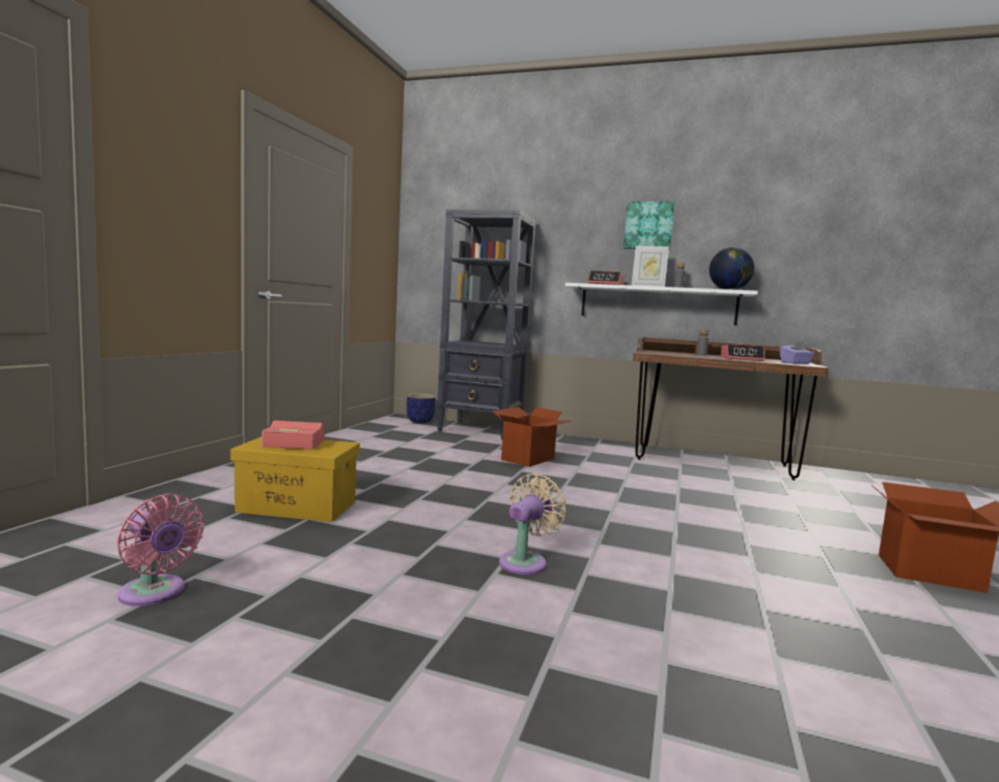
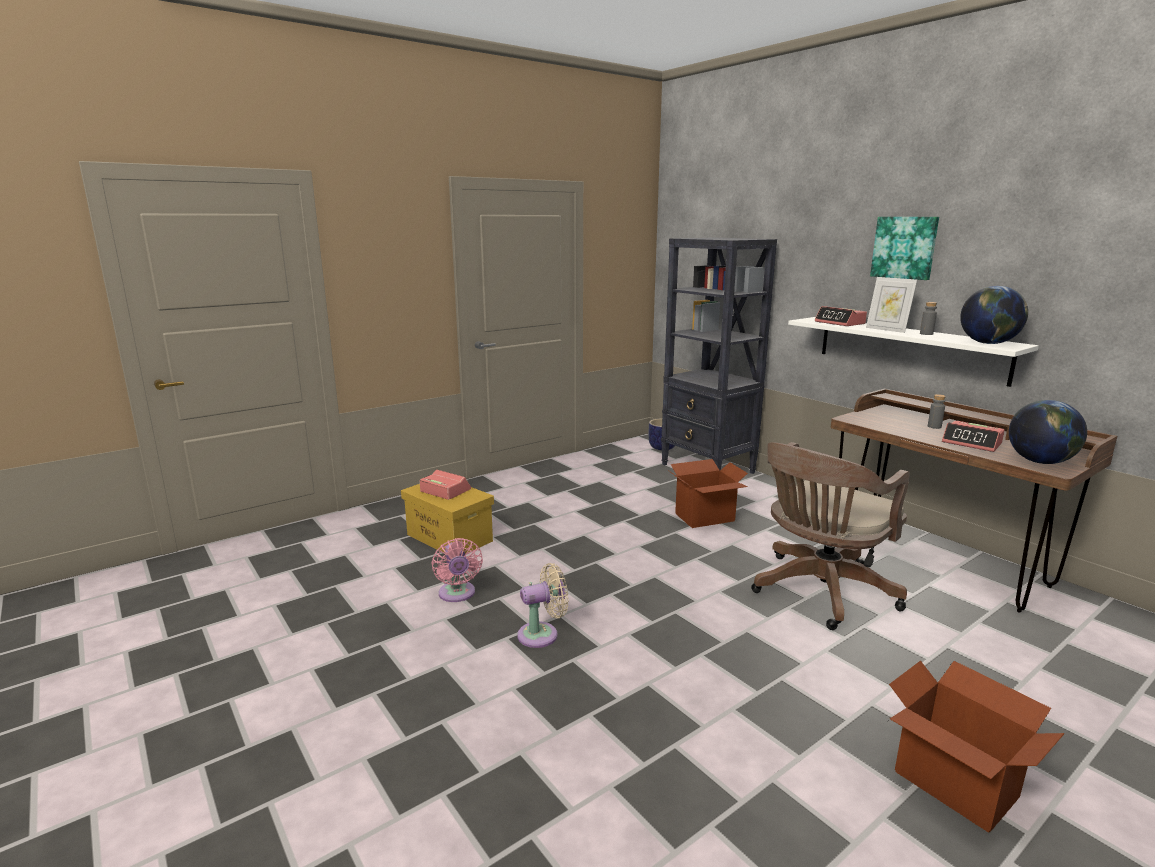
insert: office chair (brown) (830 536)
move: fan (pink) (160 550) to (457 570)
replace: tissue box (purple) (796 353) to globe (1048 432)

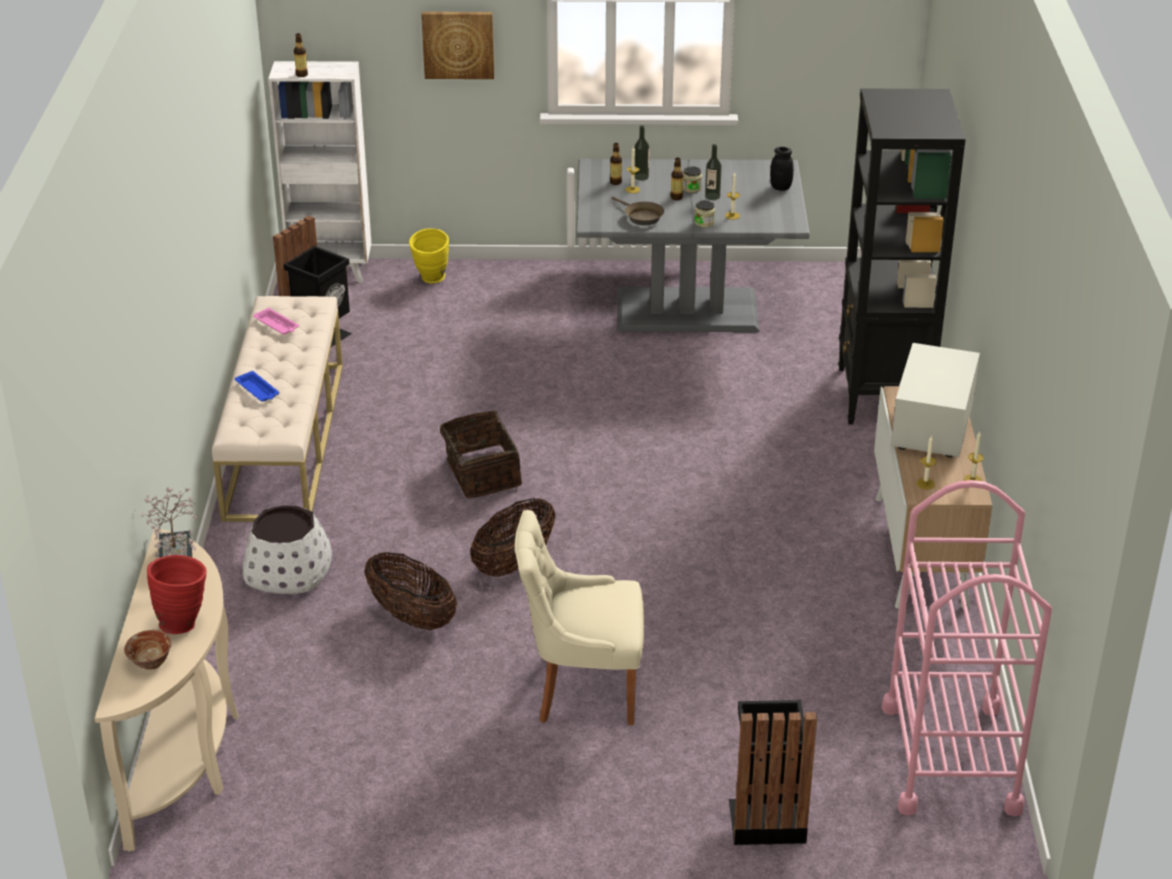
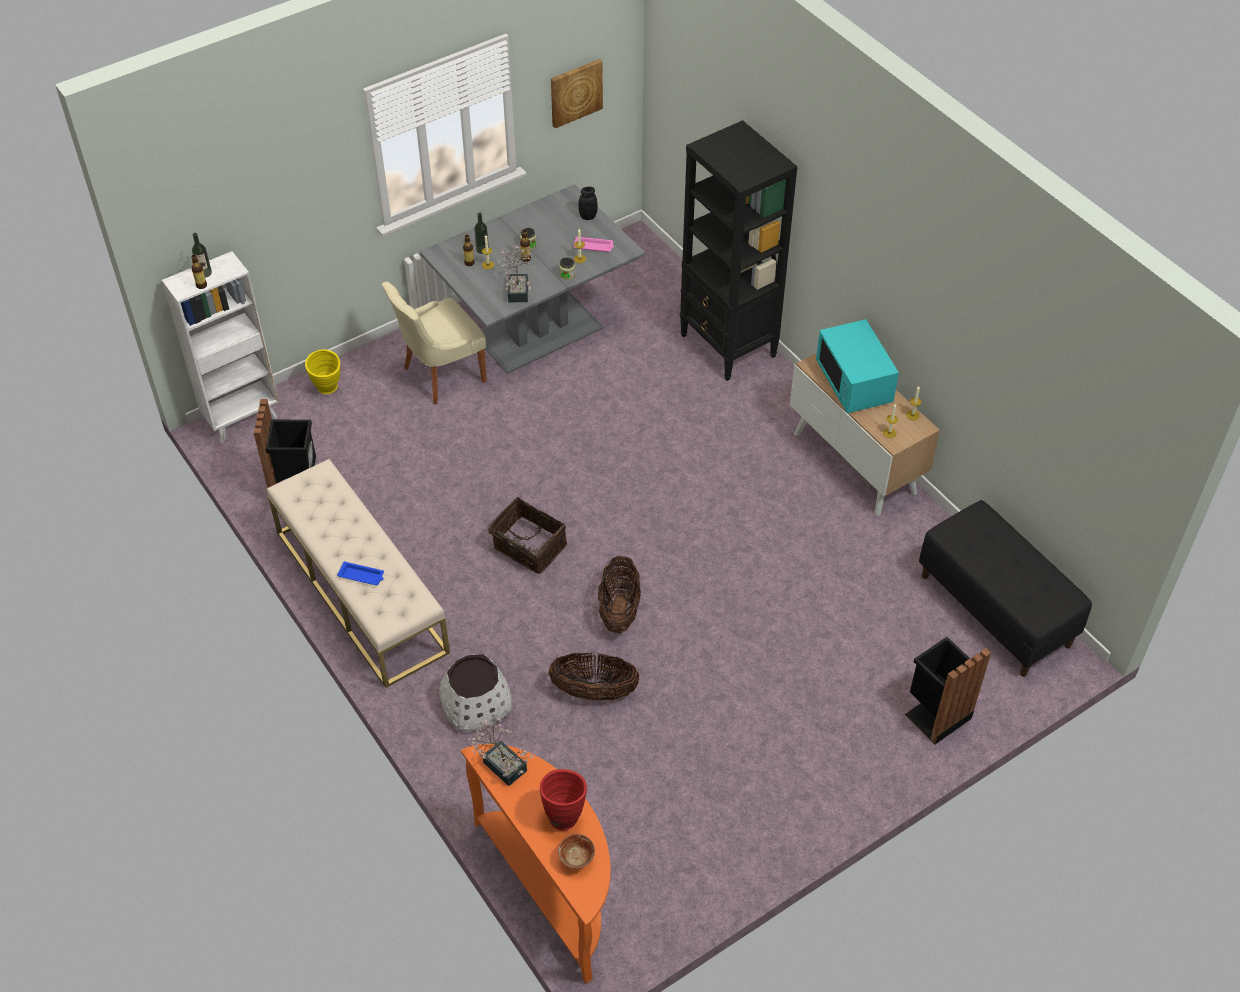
move: tray (pink) (276 321) to (593 244); picture (457 45) to (577 93); chair (beige) (579 617) to (434 342); bottle (713 172) to (202 255)
replace: frying pan (brown) (637 211) to potted plant (516 274); cart (pink) (966 648) to bench (black) (1005 588)
recolor: console table (beige) (167 690) to console table (orange) (536 863); microwave (white) (935 400) to microwave (turquoise) (857 366)

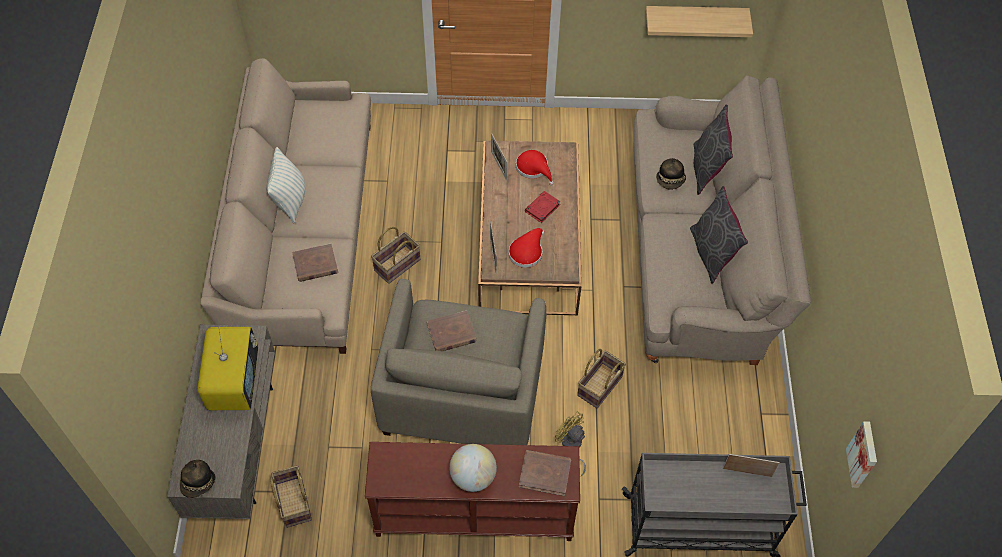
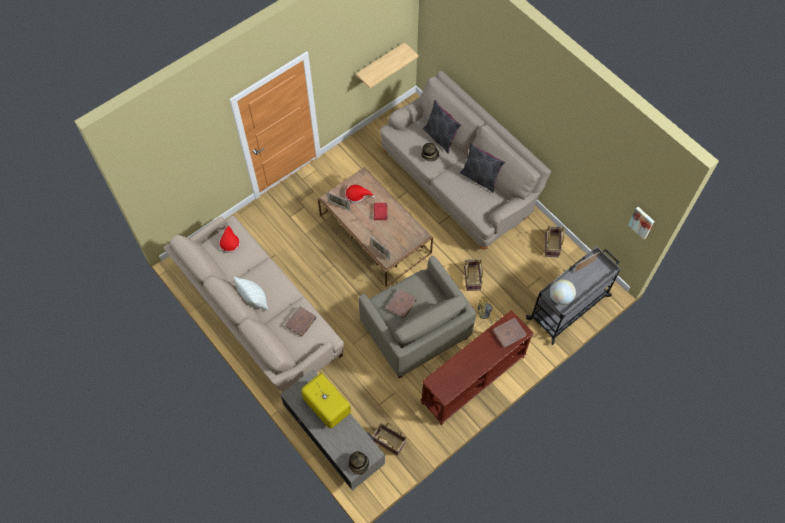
move: basket (395 255) to (555 241); globe (473 468) to (563 292); hat (red) (527 248) to (229 239)

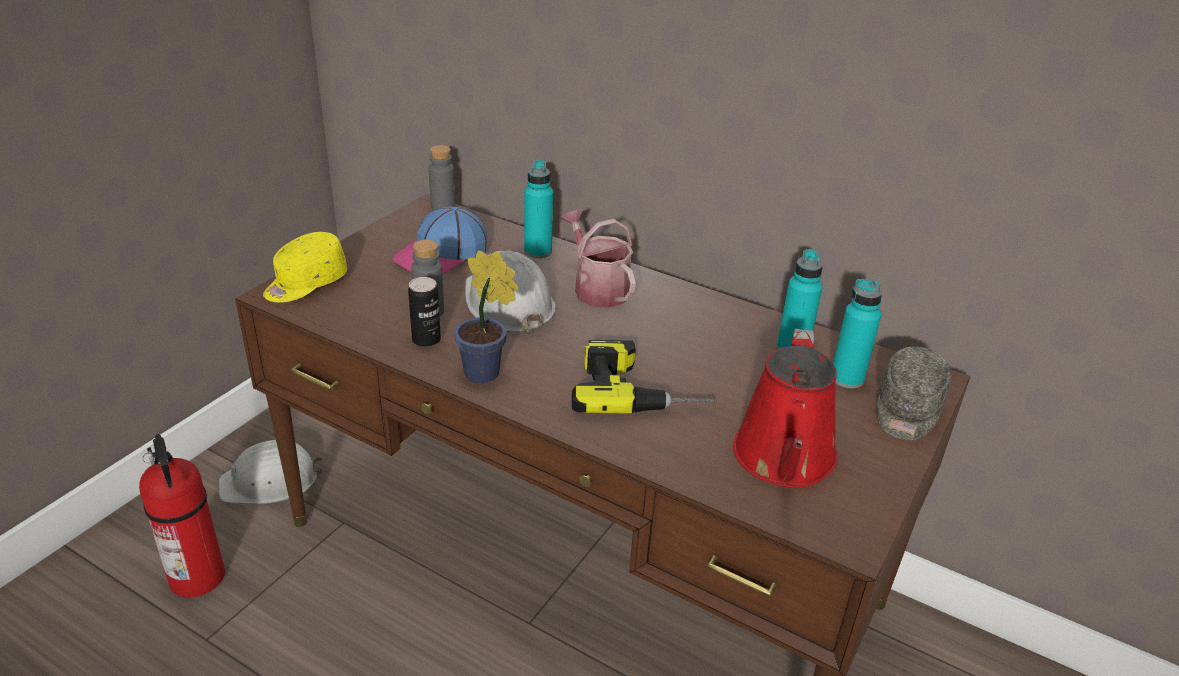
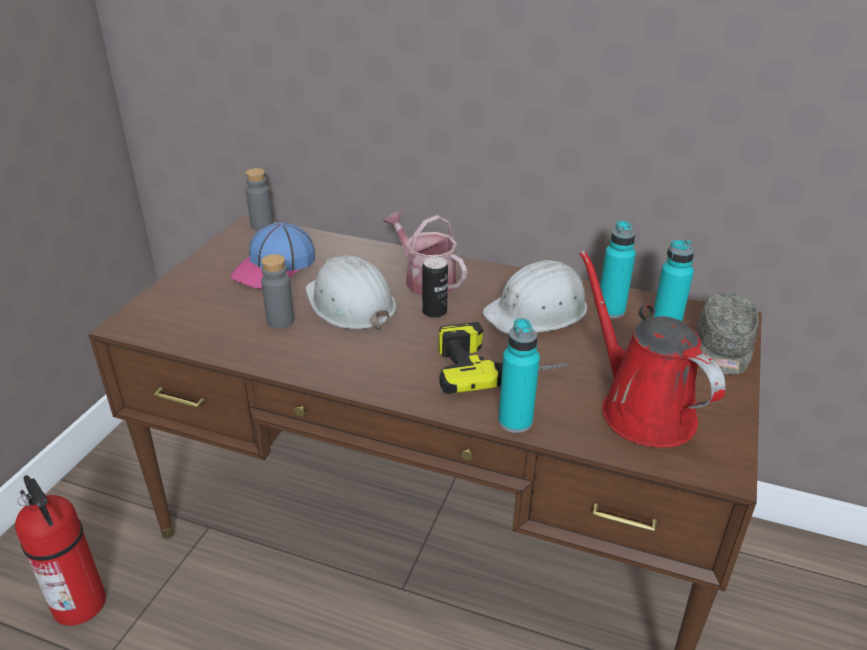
delete: cap (yellow) (305 267); potted plant (486 316)
move: hard hat (white) (270 472) to (534 297); can (424 312) to (435 287); bottle (turquoise) (538 209) to (519 375)
rotate: watering can (red) (785 408) = (652 349) 150 degrees clockwise

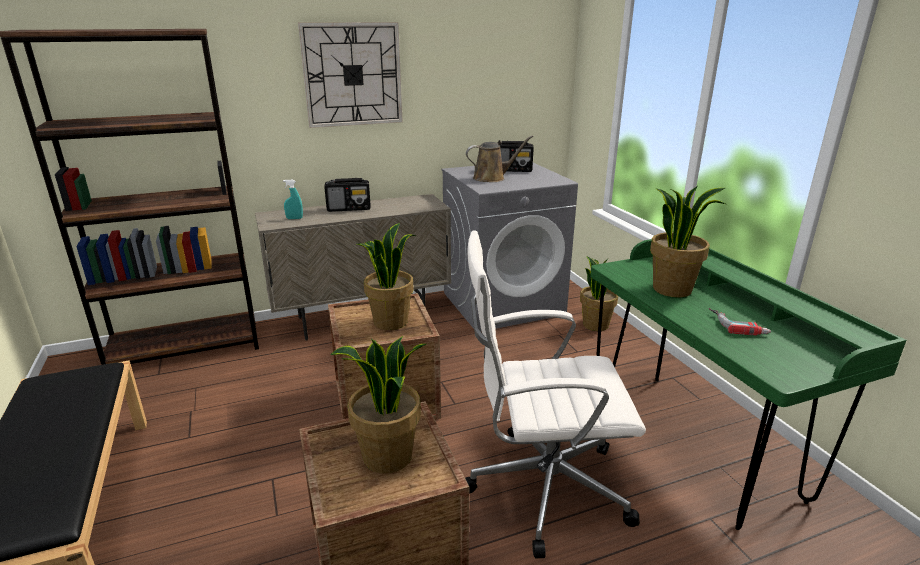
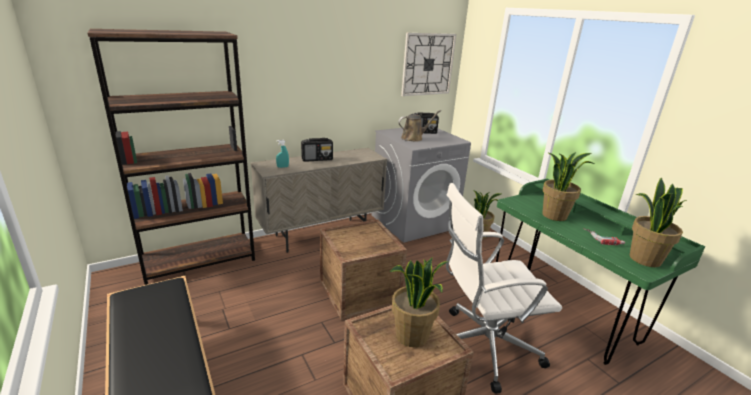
move: wall clock (350 75) to (428 64); potted plant (386 276) to (658 222)

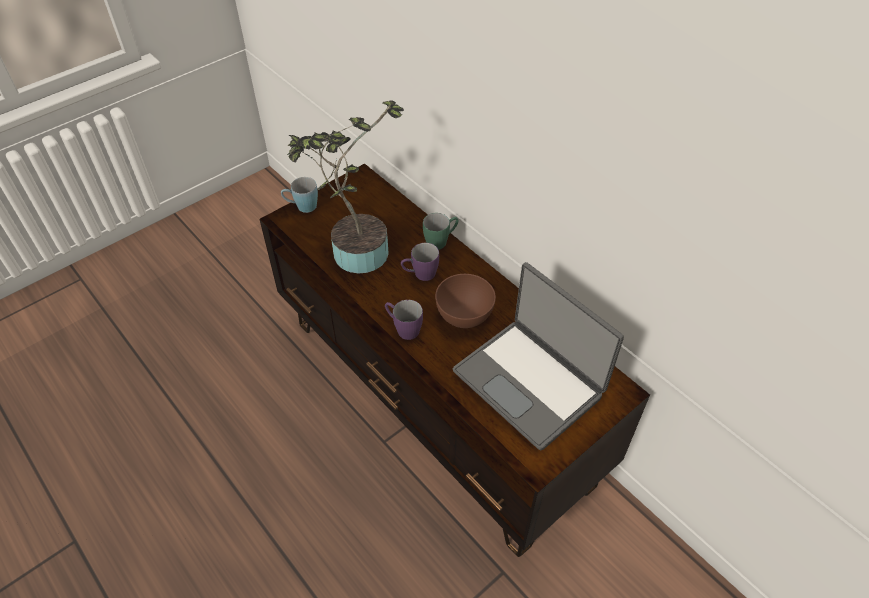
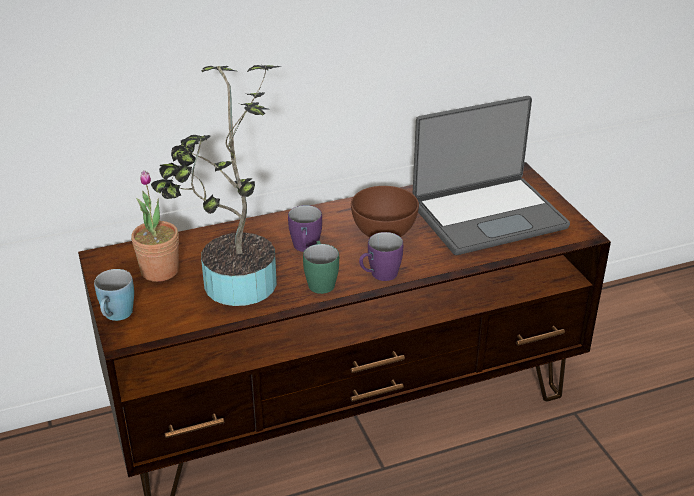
insert: potted plant (155 226)
move: mug (green) (441 231) to (321 267)

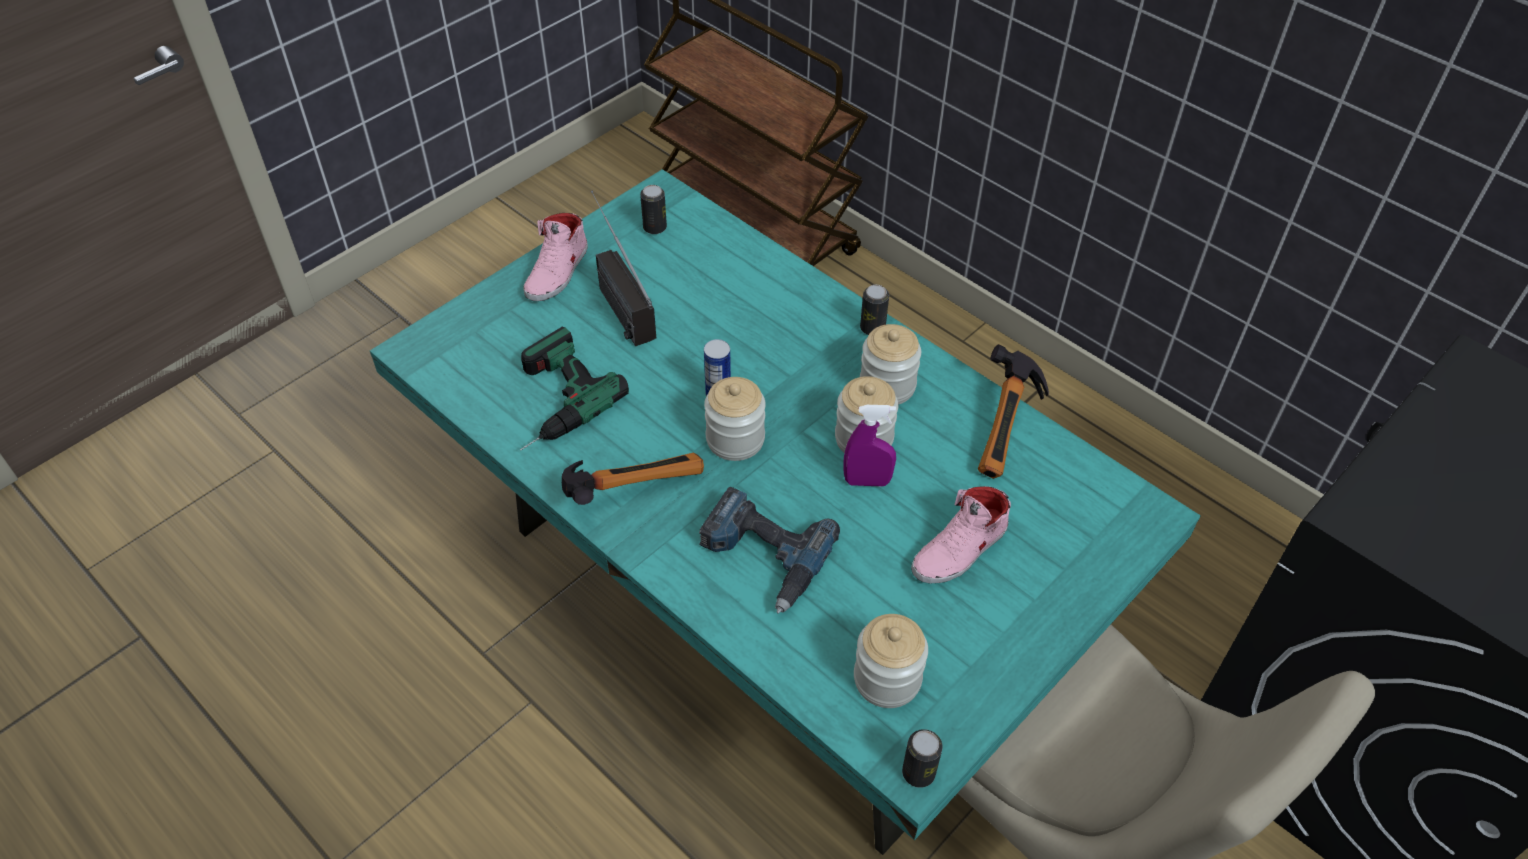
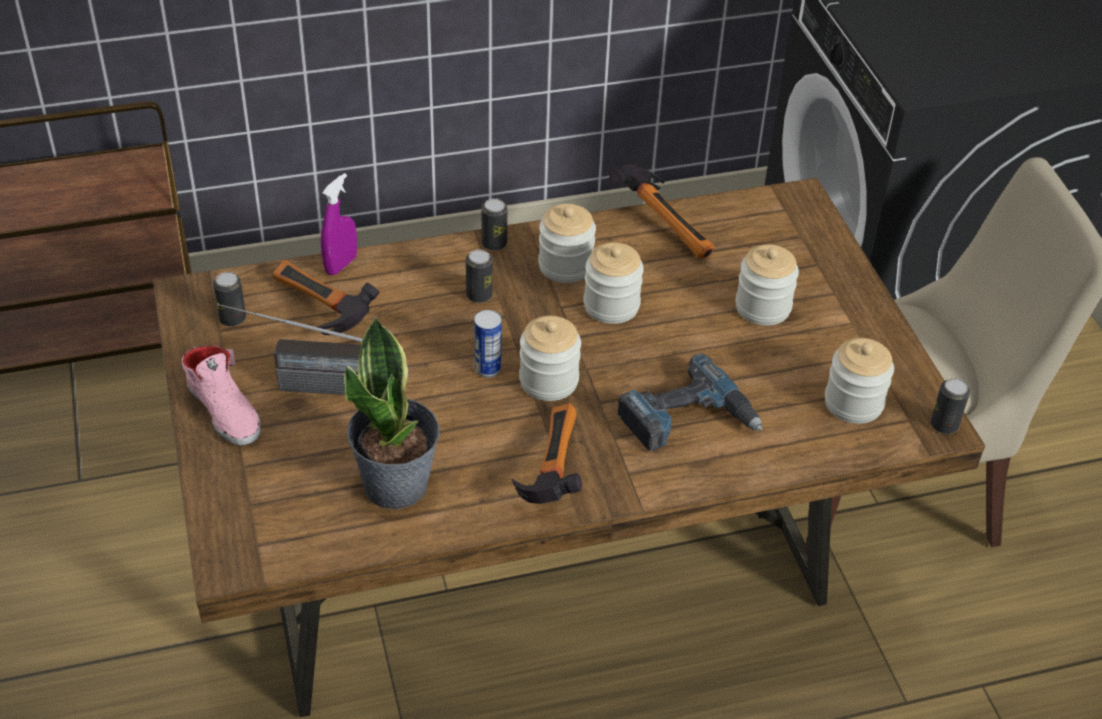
insert: hammer (326 297); can (479 276)
move: spray bottle (purple) (869 446) to (339 224)
replace: power drill (574 389) to potted plant (392 413); shoe (pink) (961 534) to jar (767 285)
recolor: dining table (turquoise) (785 512) to dining table (brown) (569 447)

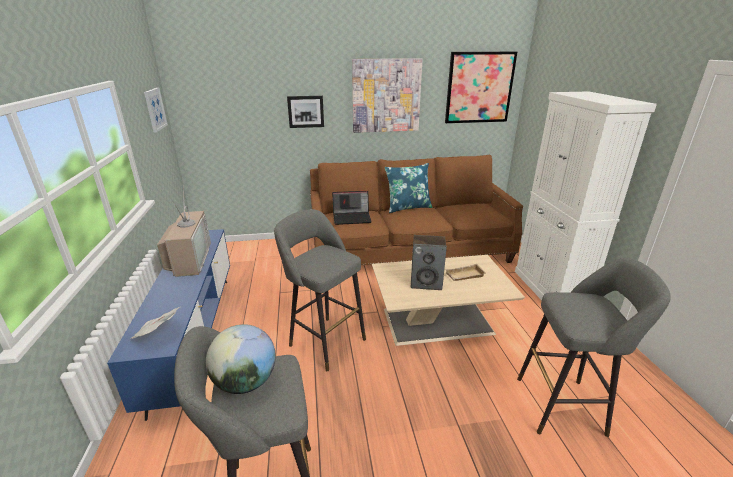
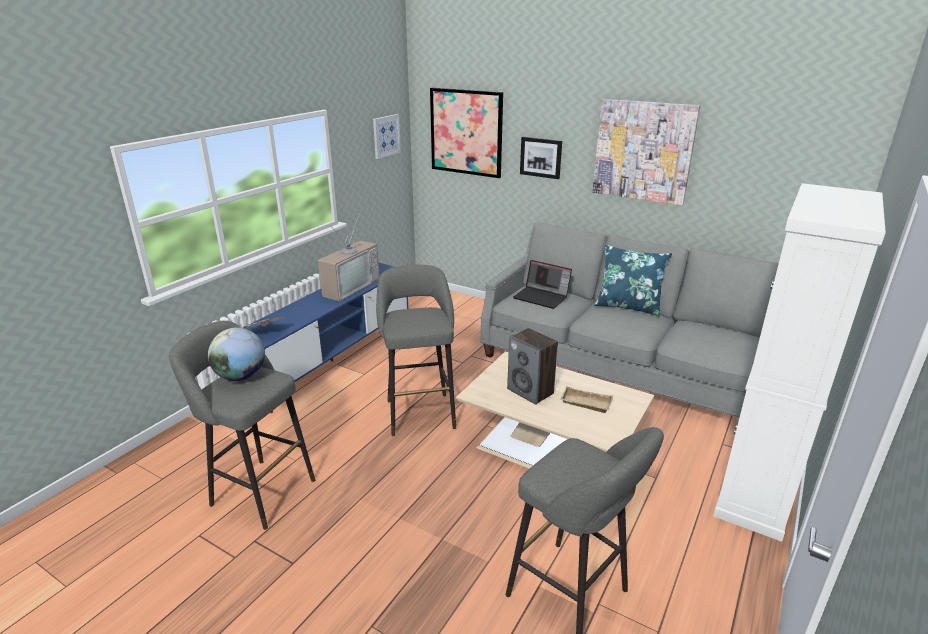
move: picture (481 87) to (466 133)
recolor: sofa (brown) (416 210) to sofa (grey) (629 320)

